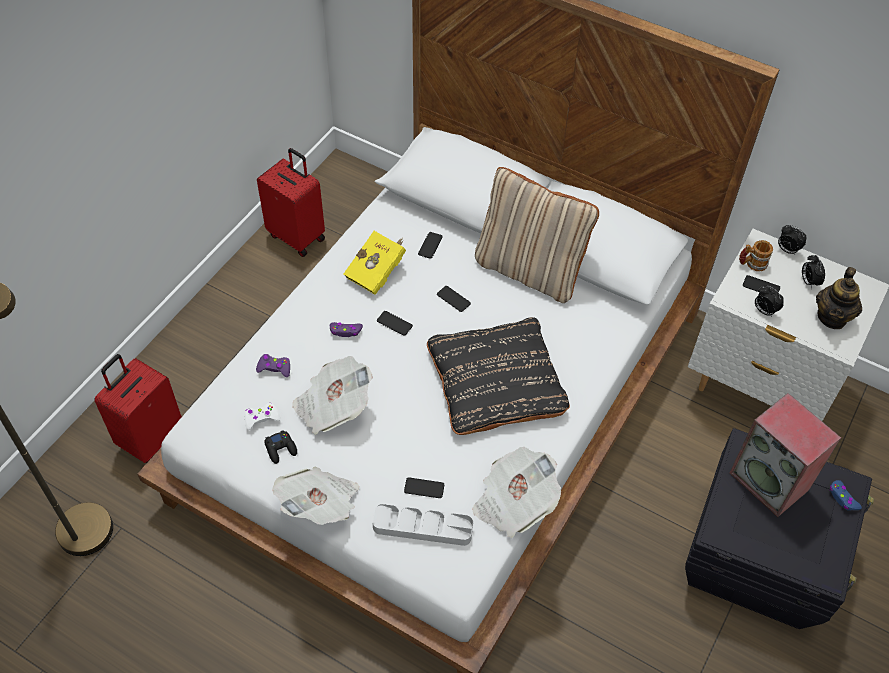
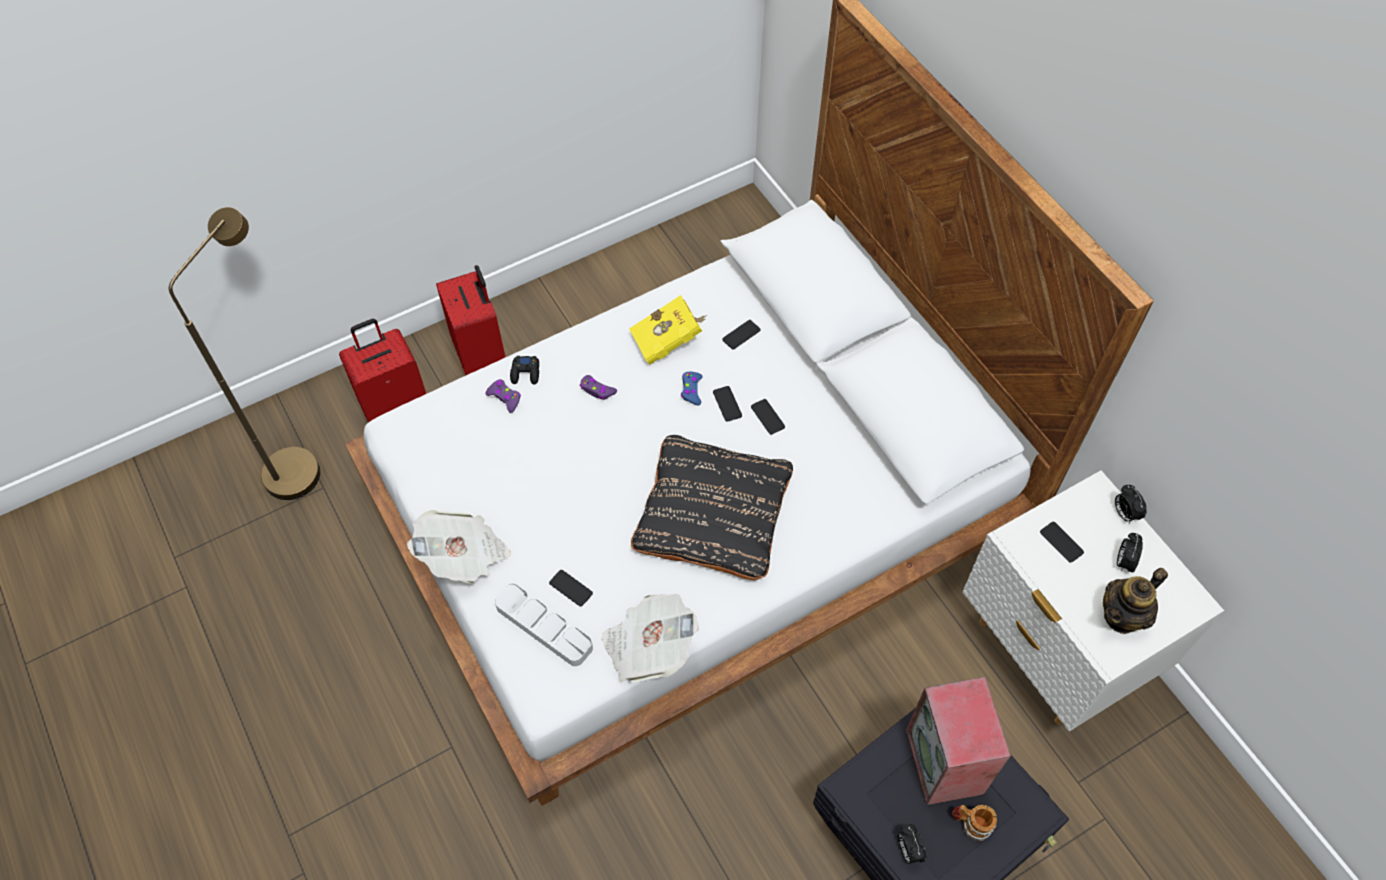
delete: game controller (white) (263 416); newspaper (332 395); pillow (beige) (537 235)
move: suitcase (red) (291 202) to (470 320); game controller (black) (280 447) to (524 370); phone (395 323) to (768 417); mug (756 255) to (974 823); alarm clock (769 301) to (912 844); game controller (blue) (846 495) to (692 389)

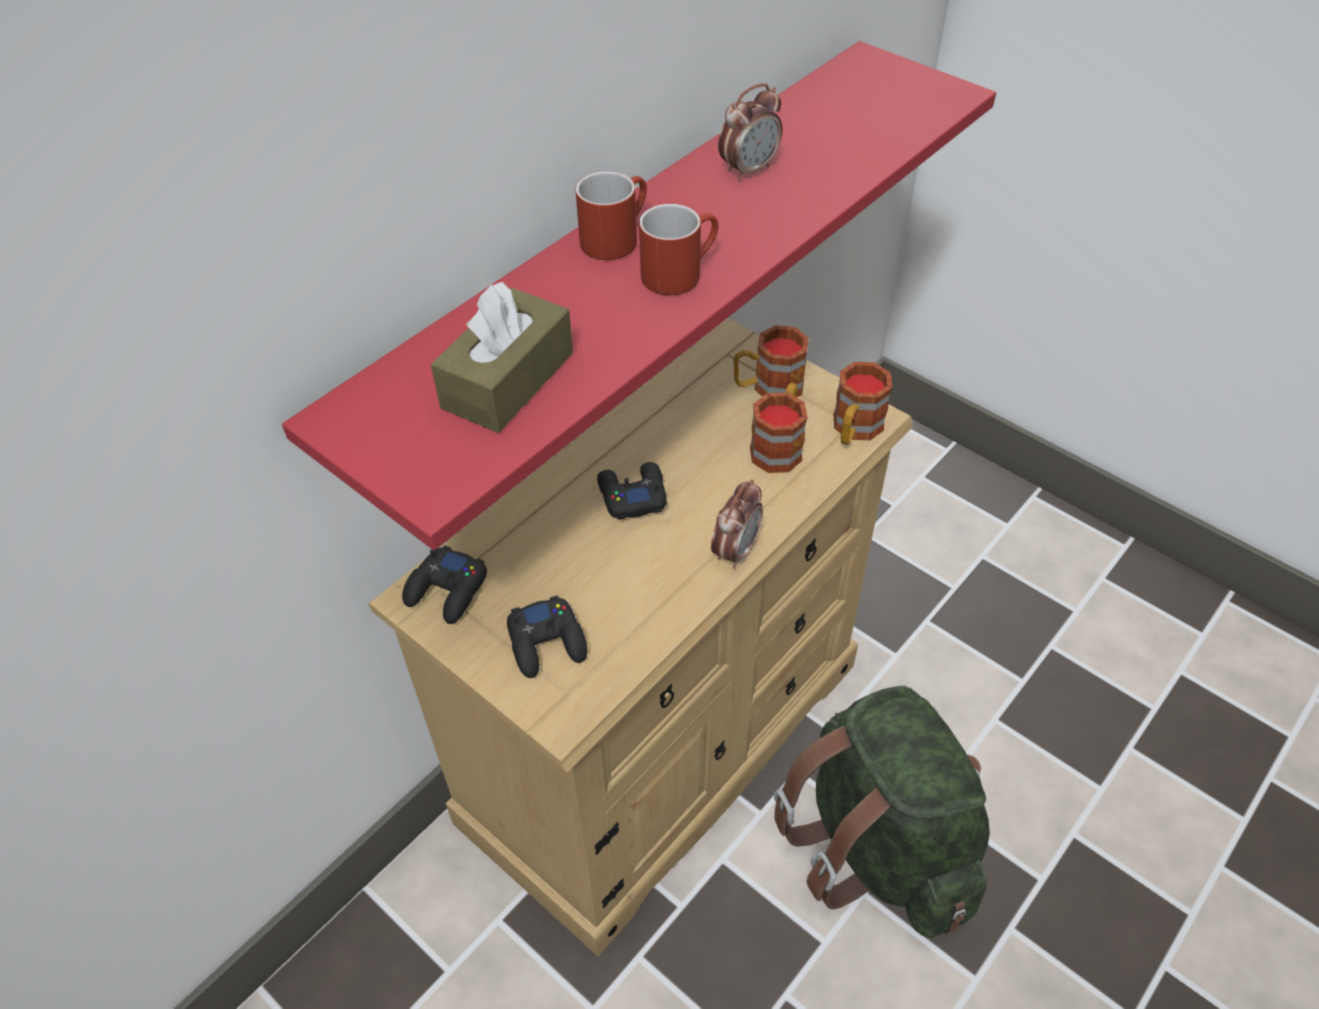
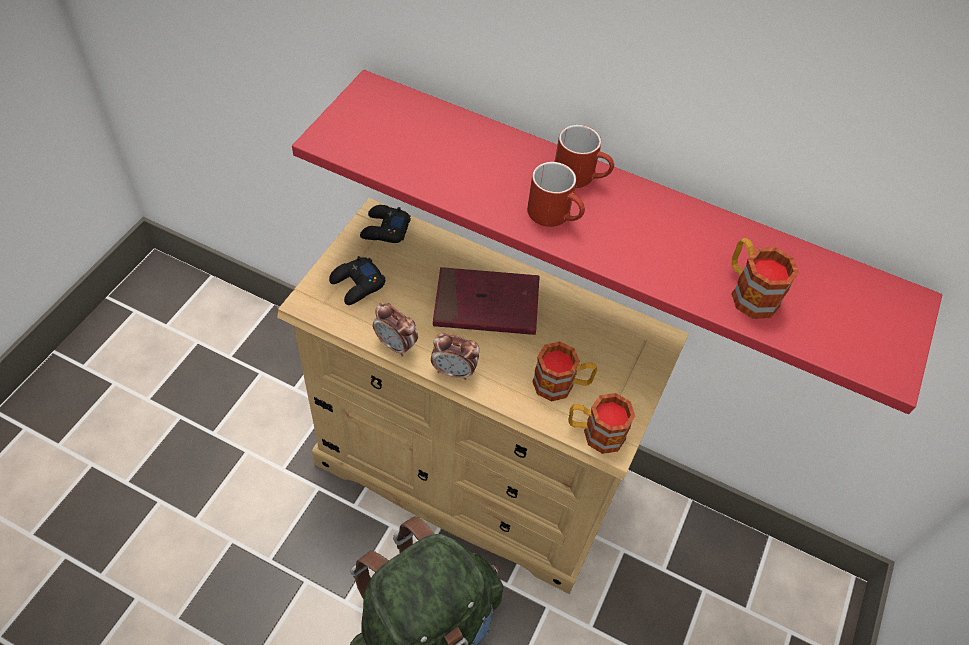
delete: tissue box (brown) (502 357)
move: alarm clock (750 132) to (395 330); mug (771 361) to (765 278)
replace: game controller (black) (632 491) to book (red) (486 301)

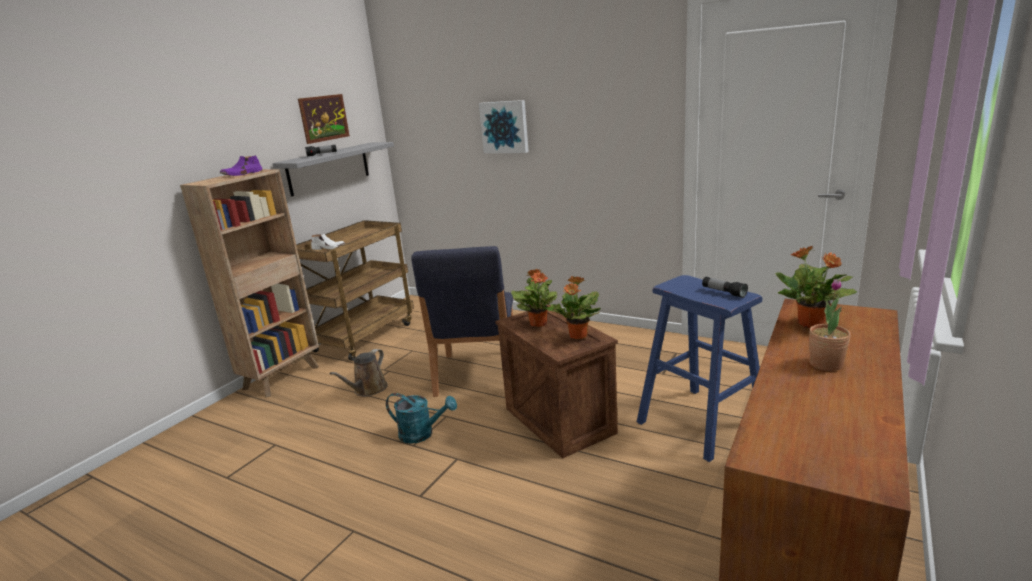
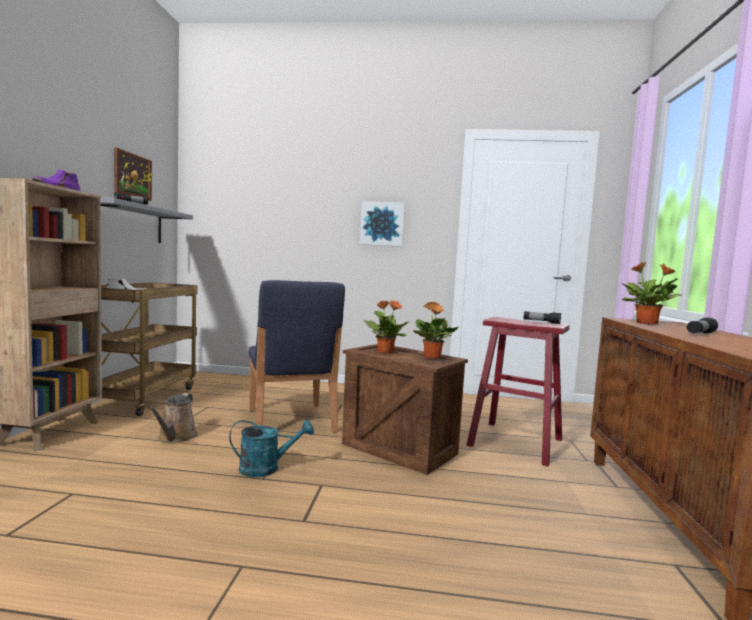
move: picture (504 126) to (382 224)
replace: potted plant (830 325) to flashlight (702 325)
recolor: stool (blue) (699 368) to stool (red) (518 391)

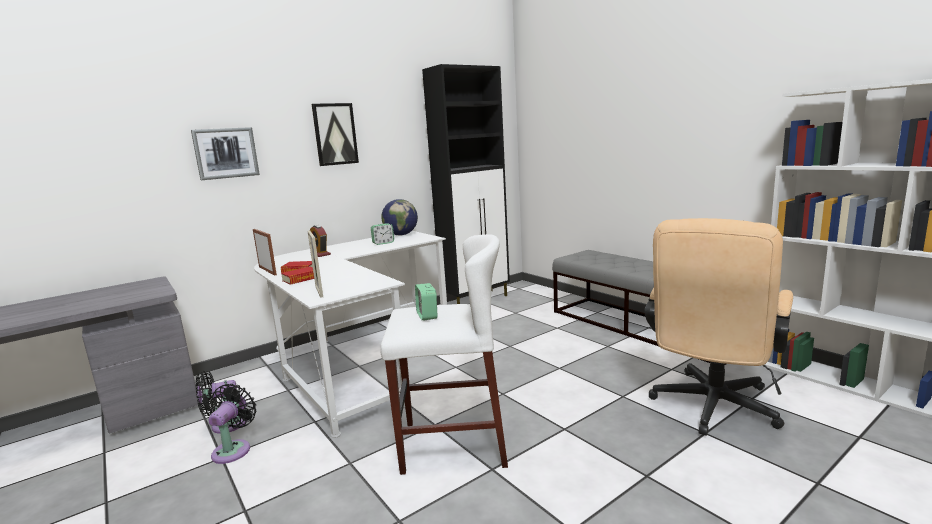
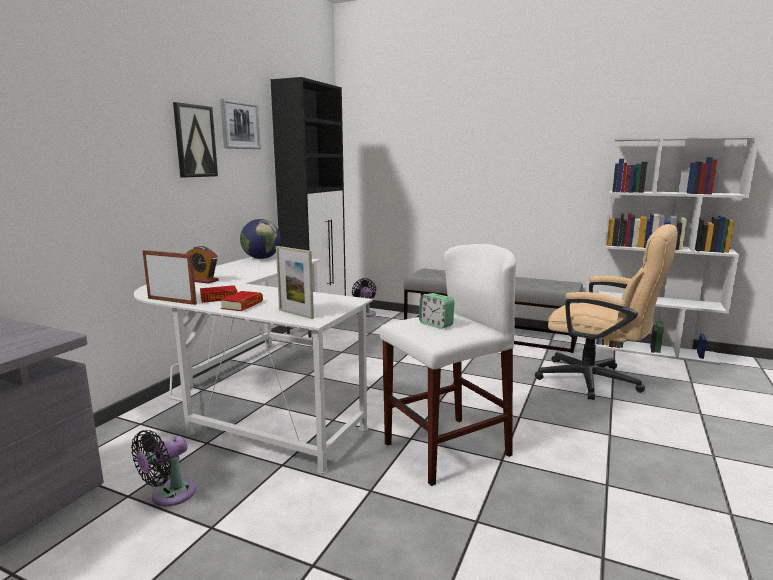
delete: alarm clock (382 234)
move: picture (225 153) to (240 124); fan (black) (232 424) to (364 297)
rotate: office chair (beige) (718 327) = (606 312) 60 degrees counterclockwise

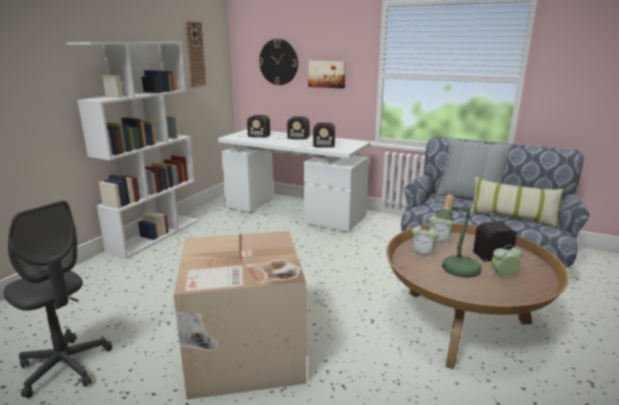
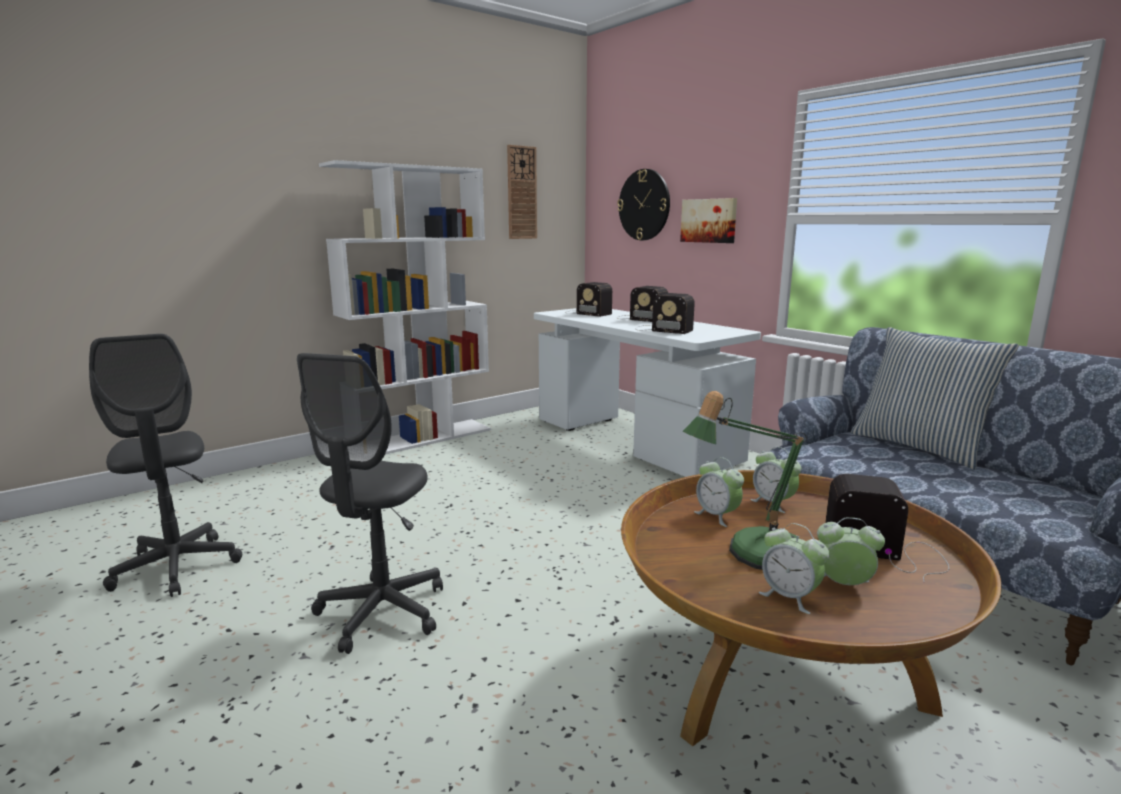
delete: pillow (517 202)
insert: alarm clock (793 568)
replace: cardboard box (240 315) to office chair (grey) (370 503)

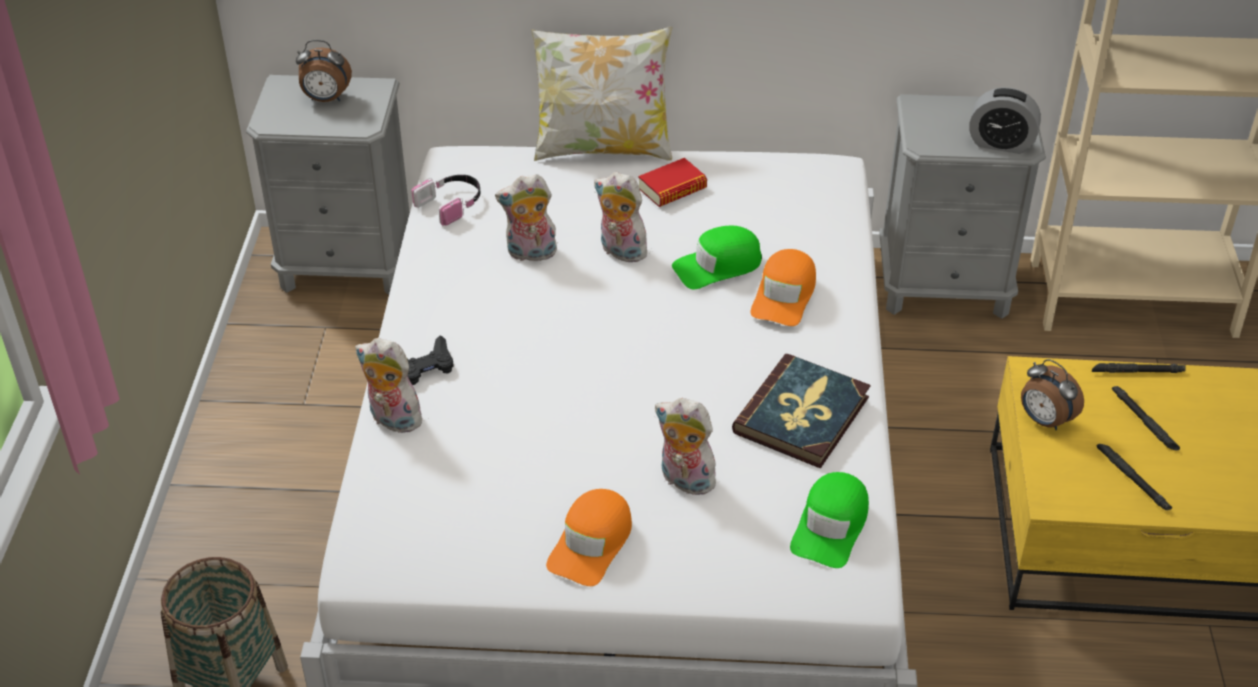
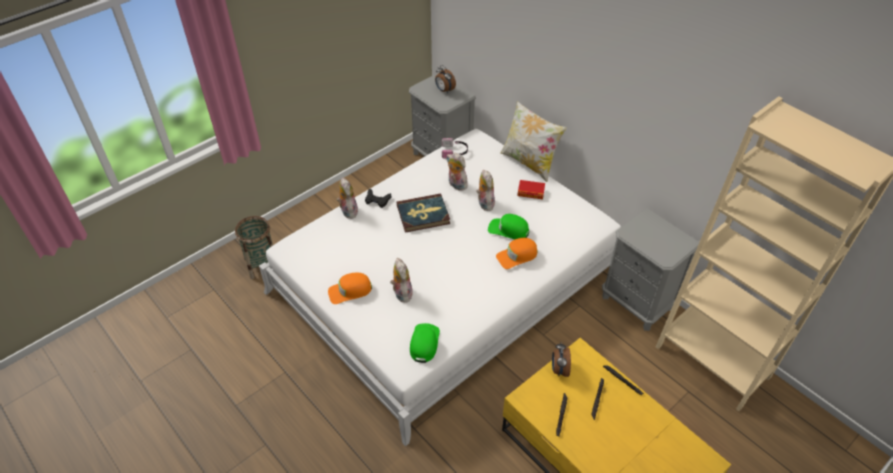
delete: alarm clock (1005 120)
move: book (801 411) to (423 213)
rotate: cap (green) (829 520) = (425 343) 120 degrees clockwise

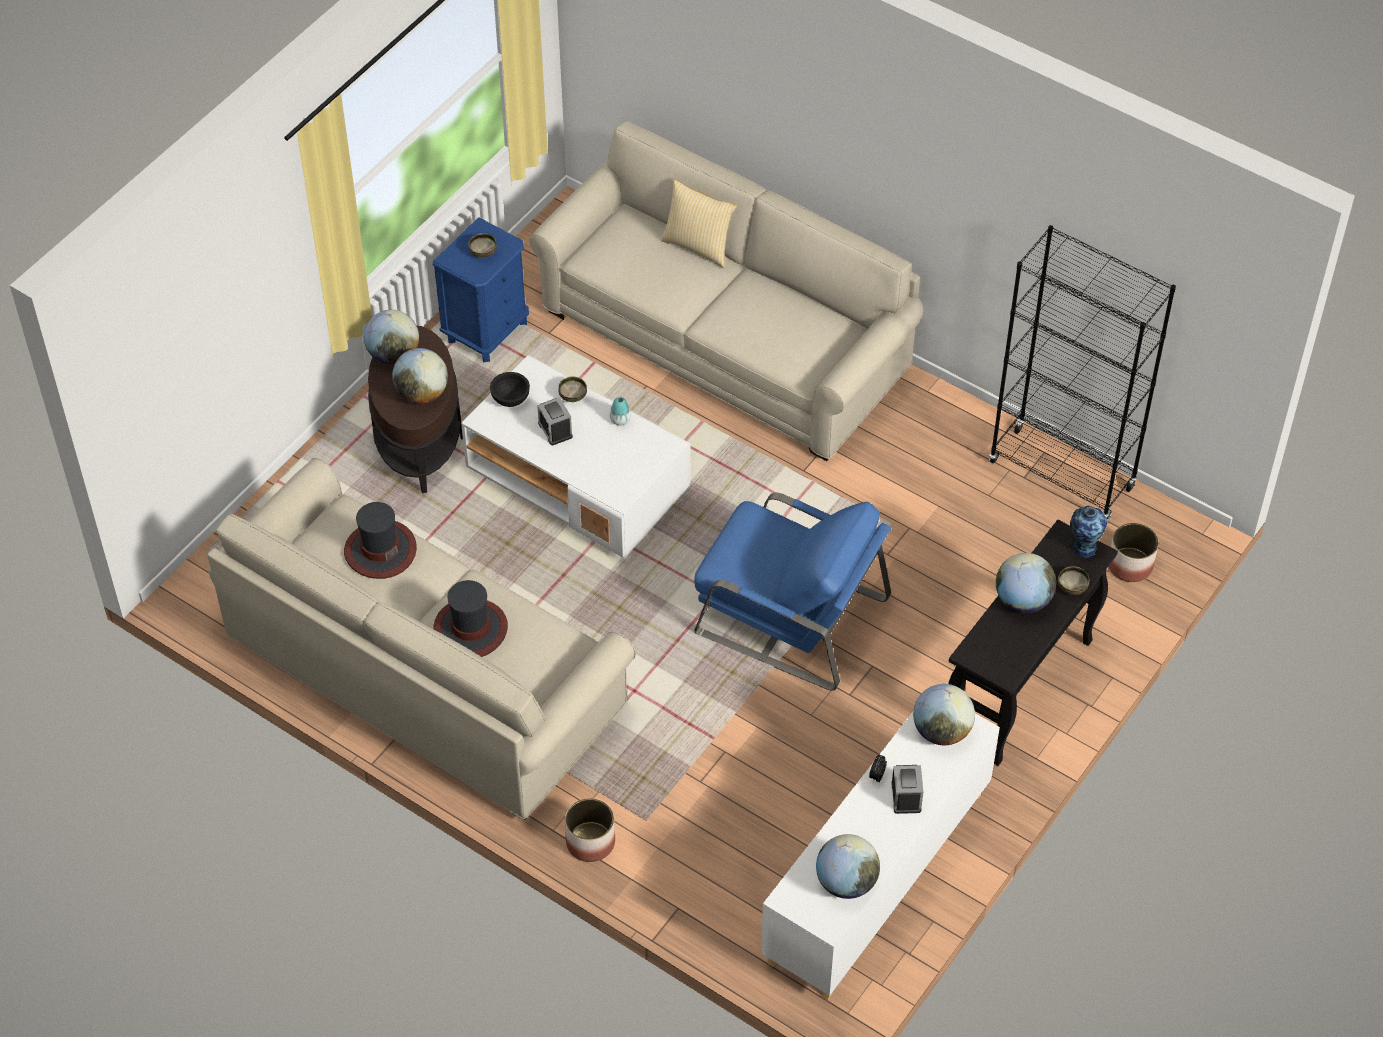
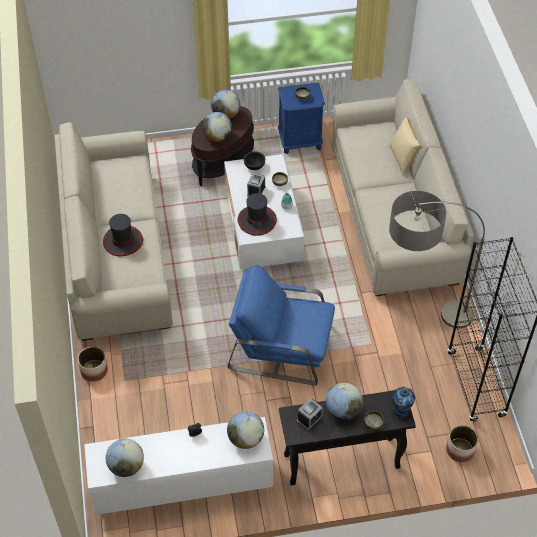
insert: floor lamp (437 259)
move: hat (380 540) to (257 214); alarm clock (907 789) to (310 414)
rotate: armchair (blue) (792 592) = (281 325) 120 degrees clockwise

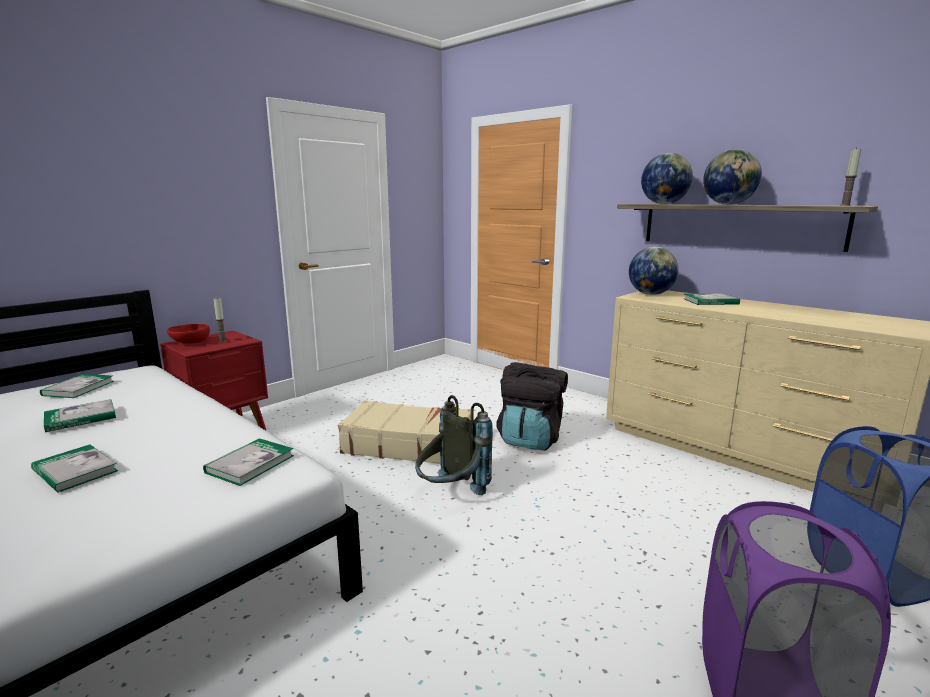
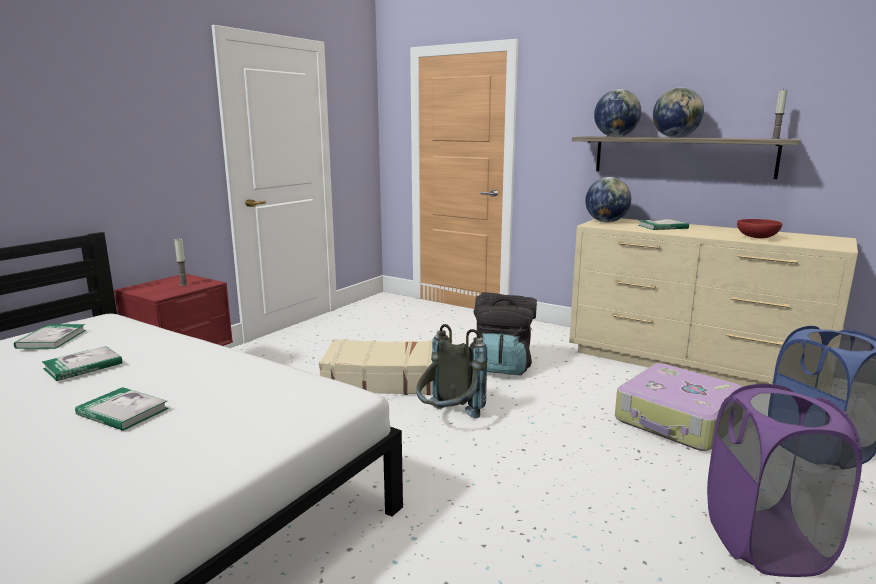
delete: book (248 462)
insert: suitcase (678 407)
move: bowl (red) (188 334) to (759 228)

